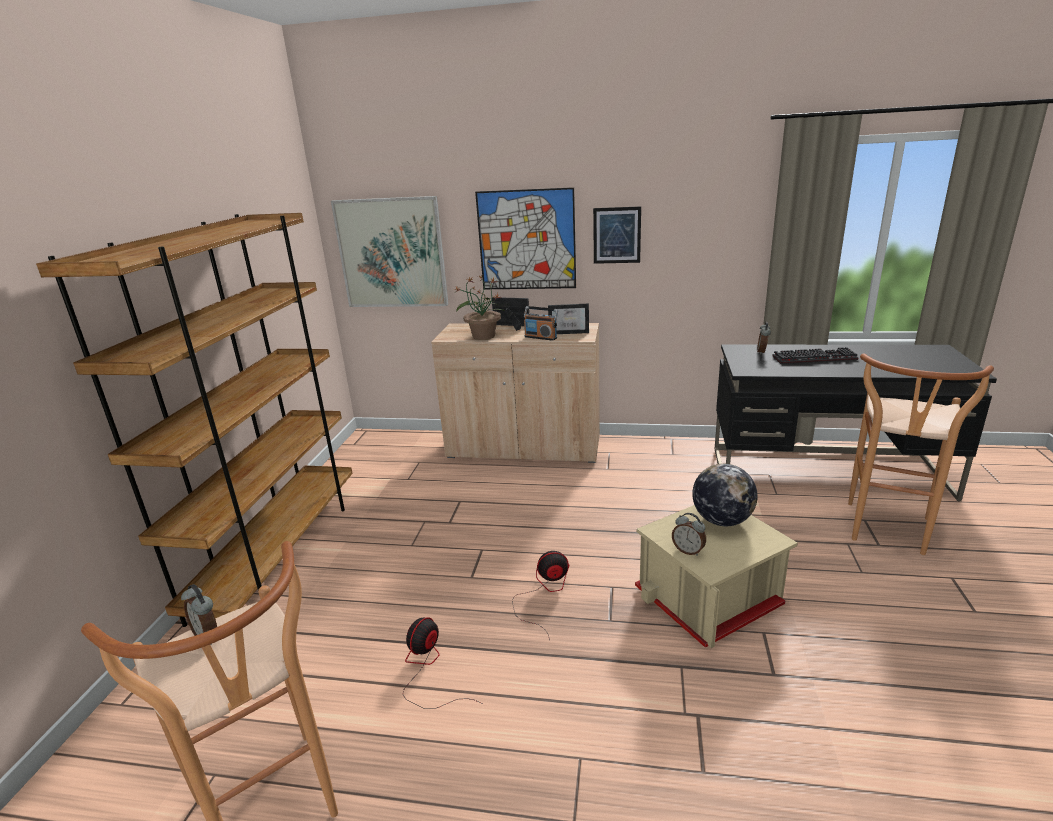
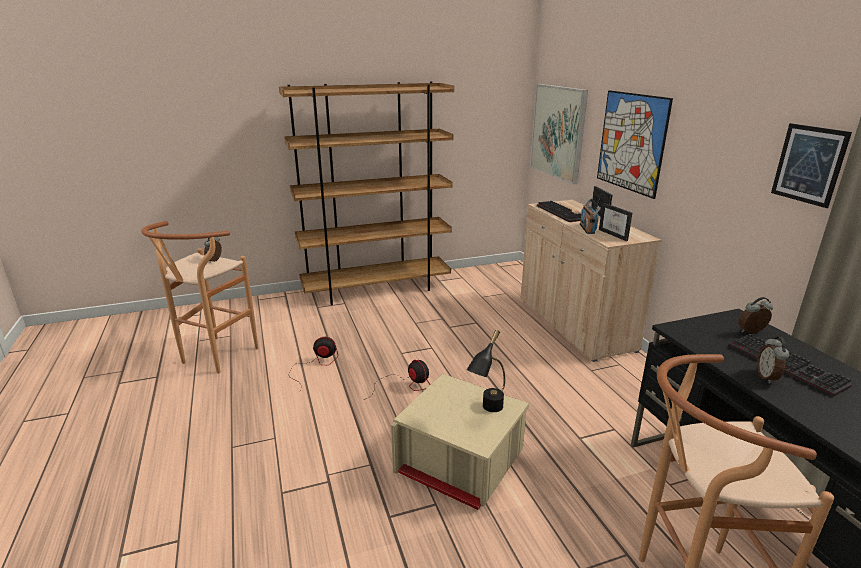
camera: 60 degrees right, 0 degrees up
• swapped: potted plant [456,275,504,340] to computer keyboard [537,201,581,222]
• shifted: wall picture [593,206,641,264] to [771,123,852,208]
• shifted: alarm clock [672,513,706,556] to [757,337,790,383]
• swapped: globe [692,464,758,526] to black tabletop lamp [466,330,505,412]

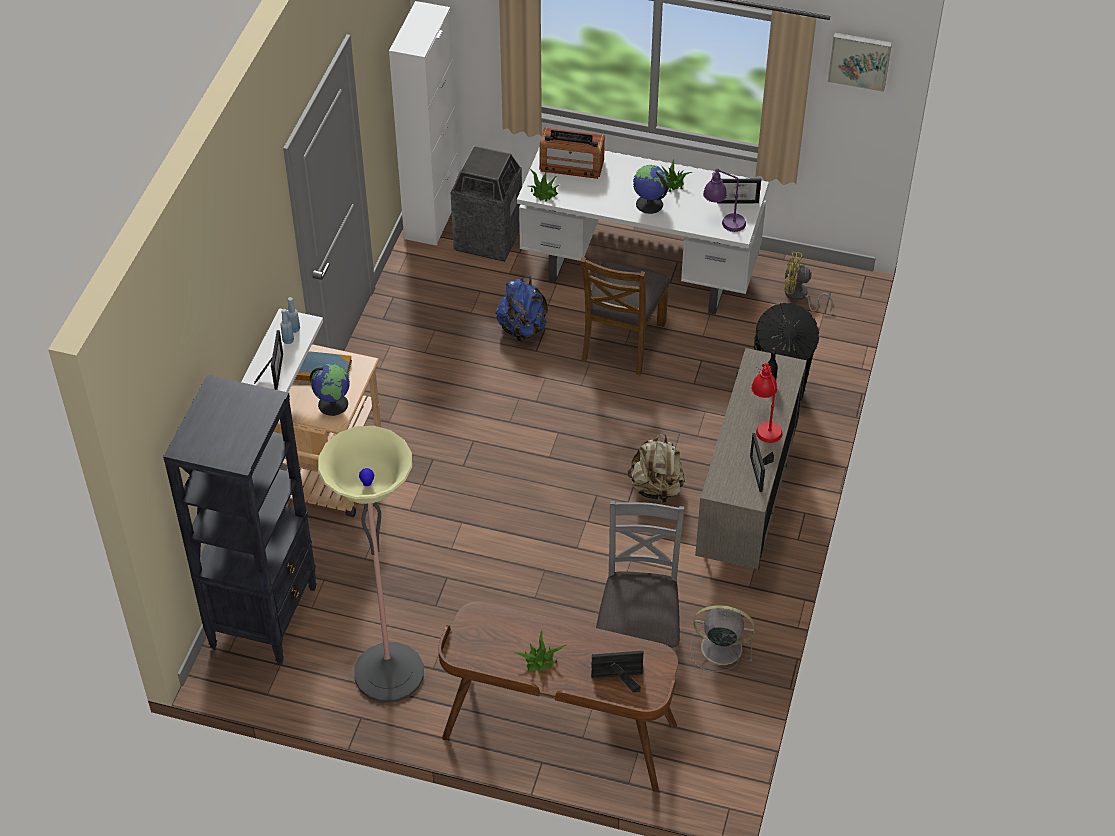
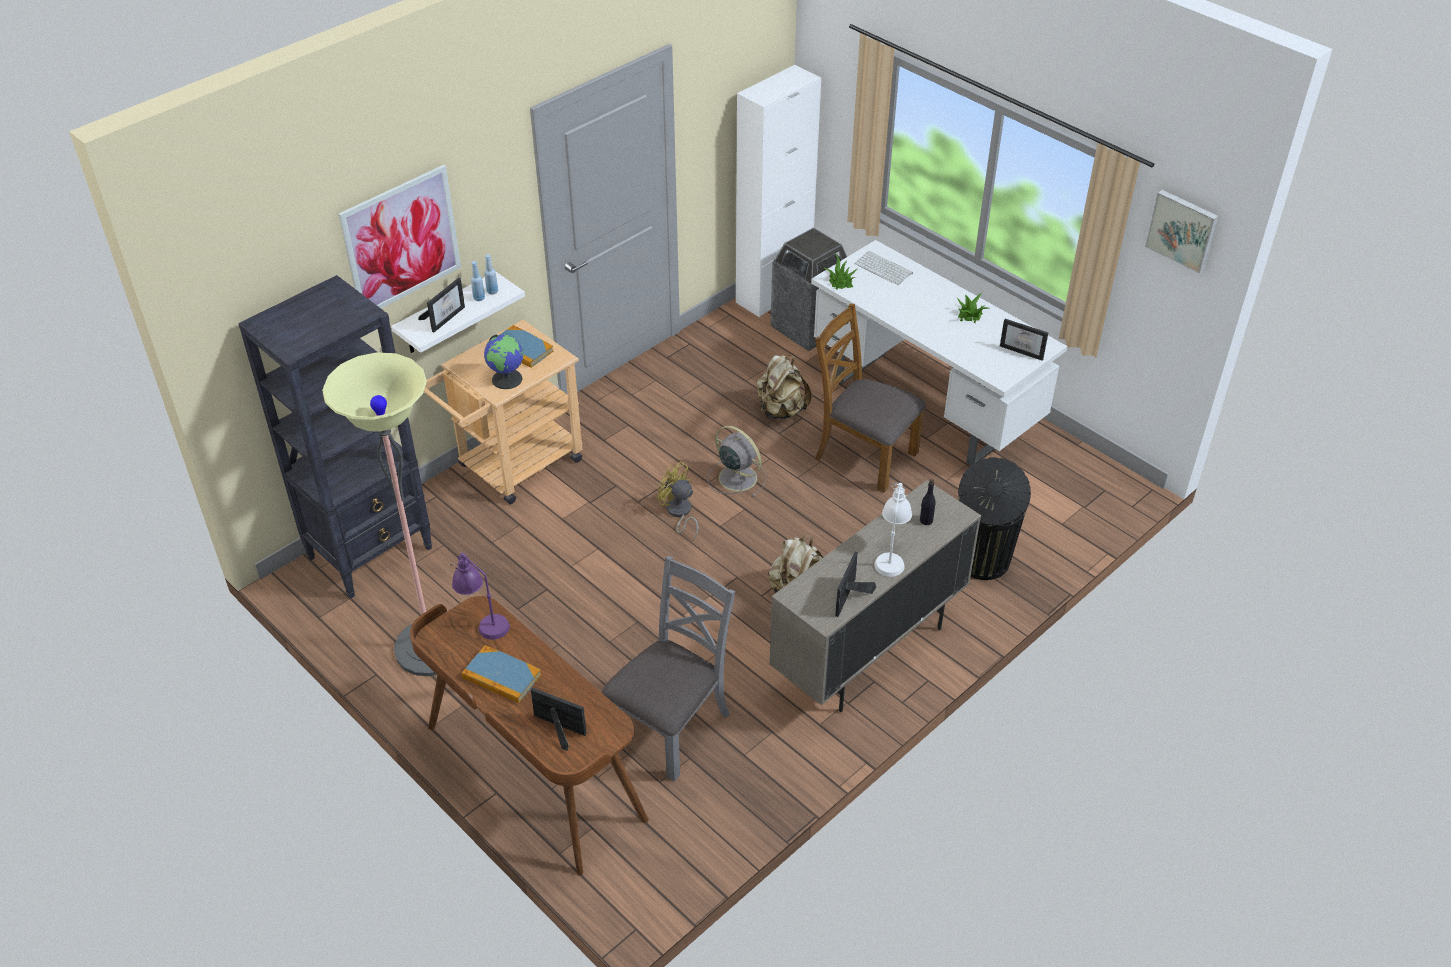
camera: 30 degrees right, 5 degrees down
• repainted: blue-coloured backpack [496,276,548,342] to beige-coloured backpack [757,355,811,419]
• swapped: potted plant [514,630,566,672] to volume [462,645,542,703]
• swapped: radio receiver [539,128,605,179] to computer keyboard [854,251,913,285]
• rotated: brownish chair [580,257,670,375] = [814,304,926,493] 75 degrees clockwise
• gone: globe [633,165,668,214]
• shifted: gray cooling fan [690,605,755,672] to [707,426,767,497]
• shifted: purplish tabletop lamp [703,168,746,232] to [450,553,510,640]
• repainted: red-coloured tabletop lamp [751,362,783,443] to white tabletop lamp [874,483,912,577]
• shifted: yellow-coloured cooling fan [784,252,833,312] to [657,462,698,540]
• new: wall picture [339,165,461,308]

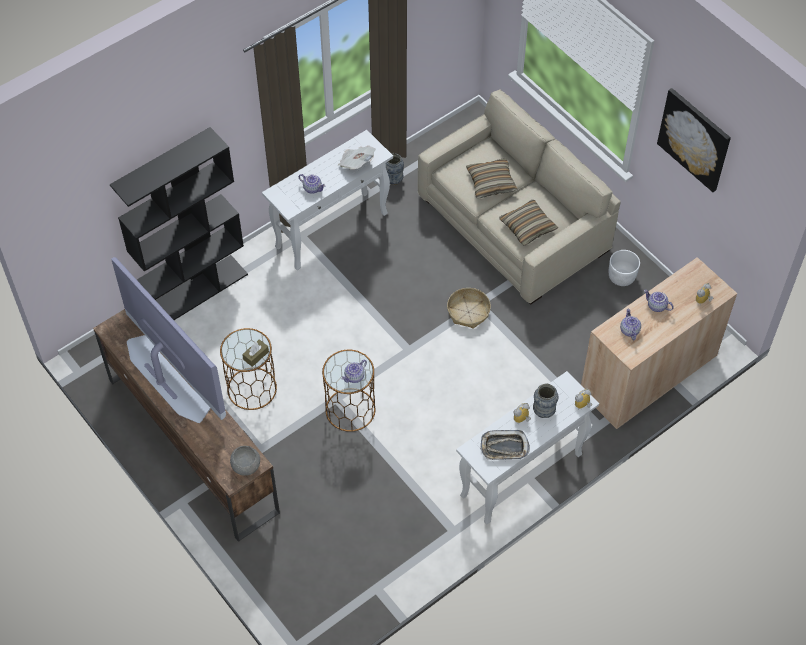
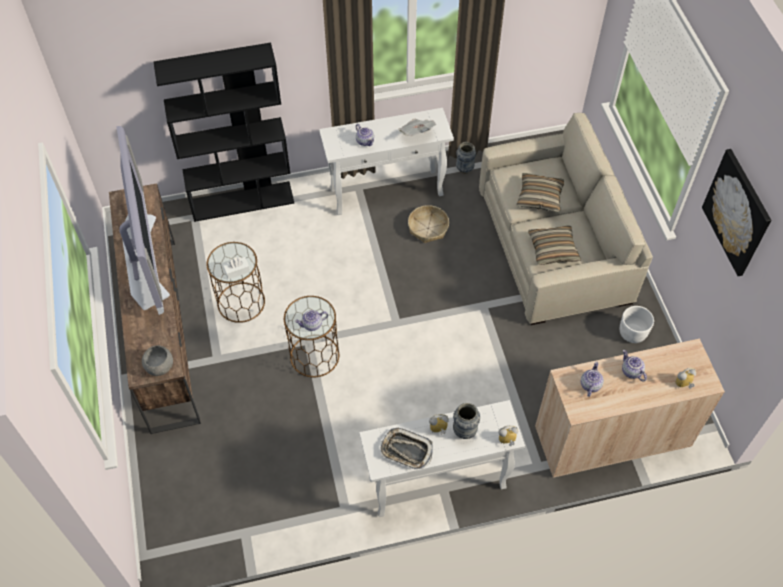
camera: 25 degrees right, 0 degrees up
• repainted: brownish box of tissues [242,339,269,367] to white box of tissues [223,257,250,279]
• shifted: storage basket [447,288,491,329] to [408,205,449,243]

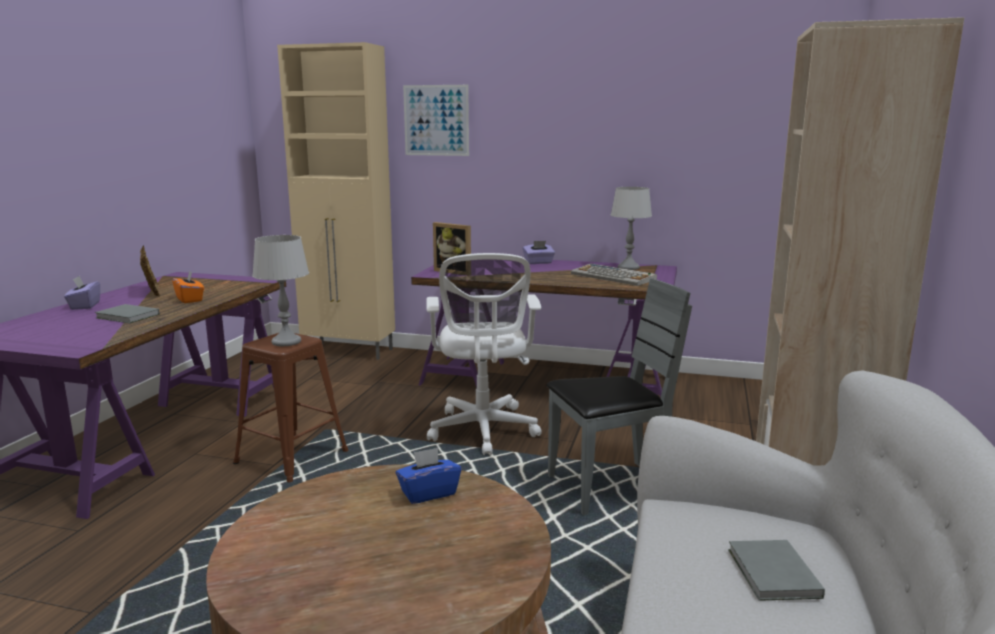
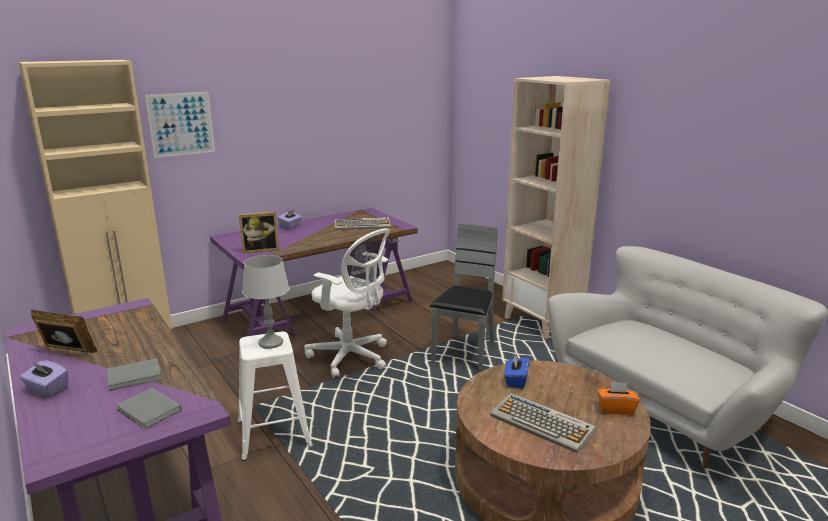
camera: 50 degrees left, 5 degrees up
• shifted: orangey box of tissues [172,271,204,303] to [597,381,640,415]
• repainted: brownish sitting stool [233,333,349,482] to white sitting stool [238,332,313,461]
• gone: gray tabletop lamp [611,187,652,270]
• shifted: gray volume [728,540,825,601] to [116,388,181,429]
• new: computer keyboard [490,393,596,453]

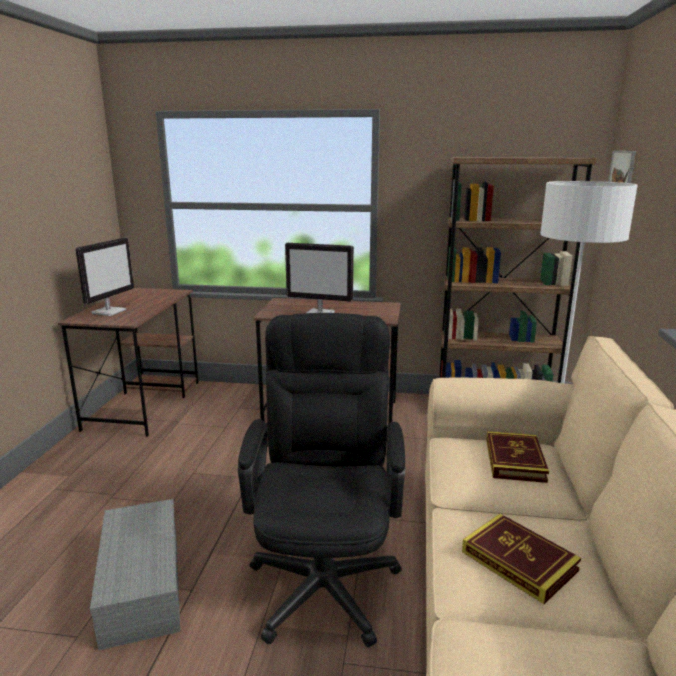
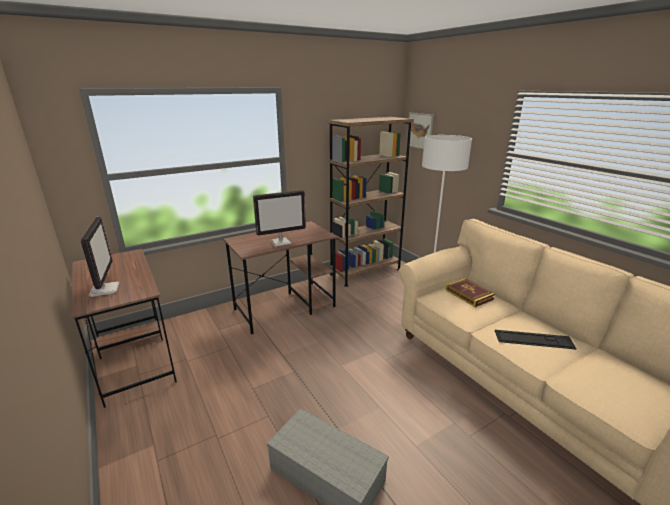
camera: 40 degrees left, 5 degrees up
• gone: black computer chair [238,313,405,648]
• swapped: volume [462,514,581,604] to computer keyboard [495,330,577,350]

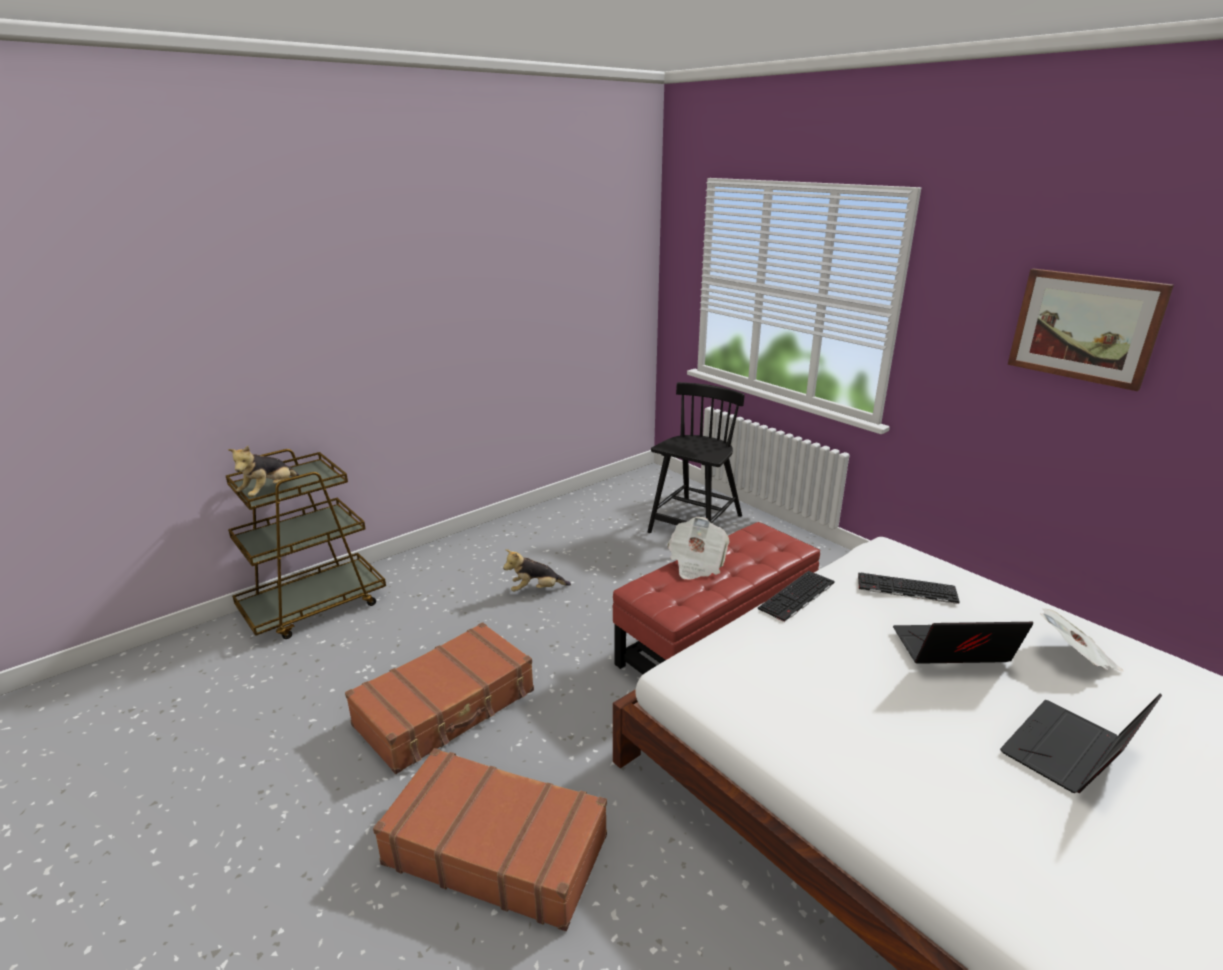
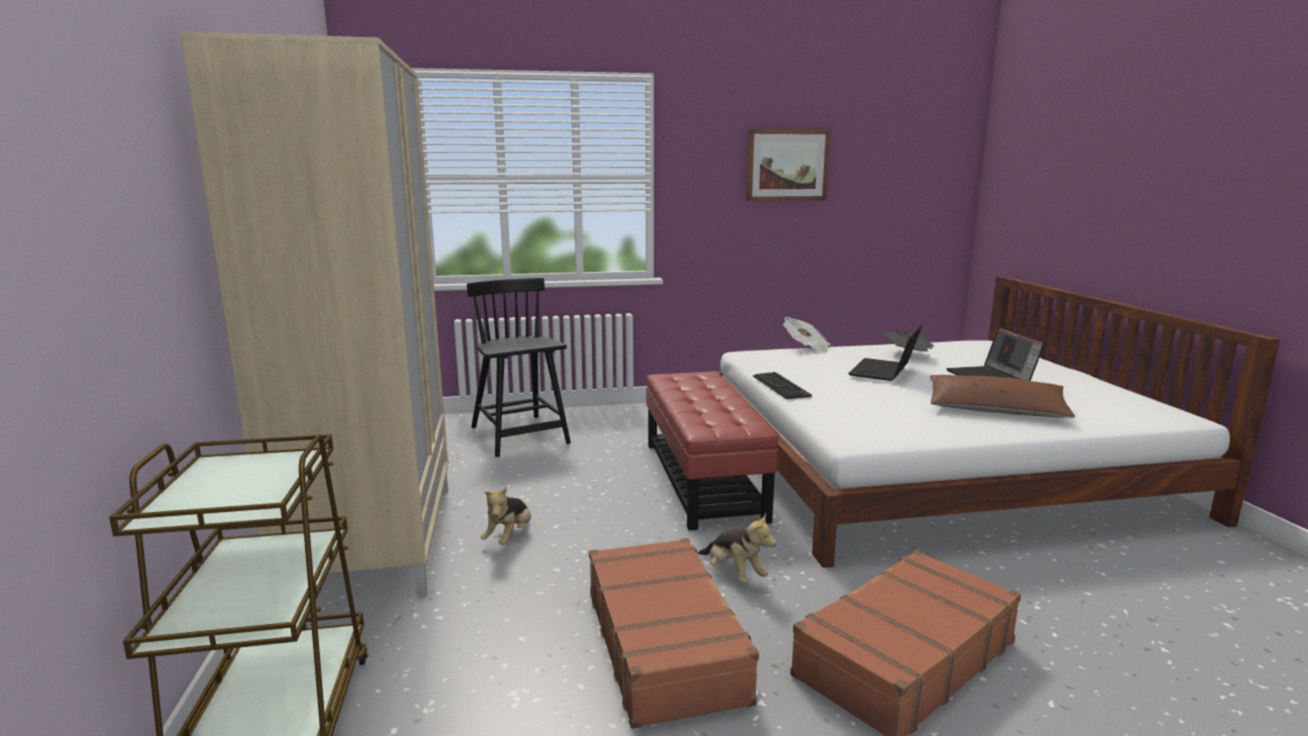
camera: 60 degrees left, 10 degrees down
• shifted: plush toy [228,446,299,497] to [698,513,776,583]
• shifted: newspaper [667,517,730,580] to [783,317,830,353]
• gone: computer keyboard [858,572,960,604]
• new: beige-coloured wardrobe [180,32,449,598]
• new: brownish throw pillow [930,375,1075,418]

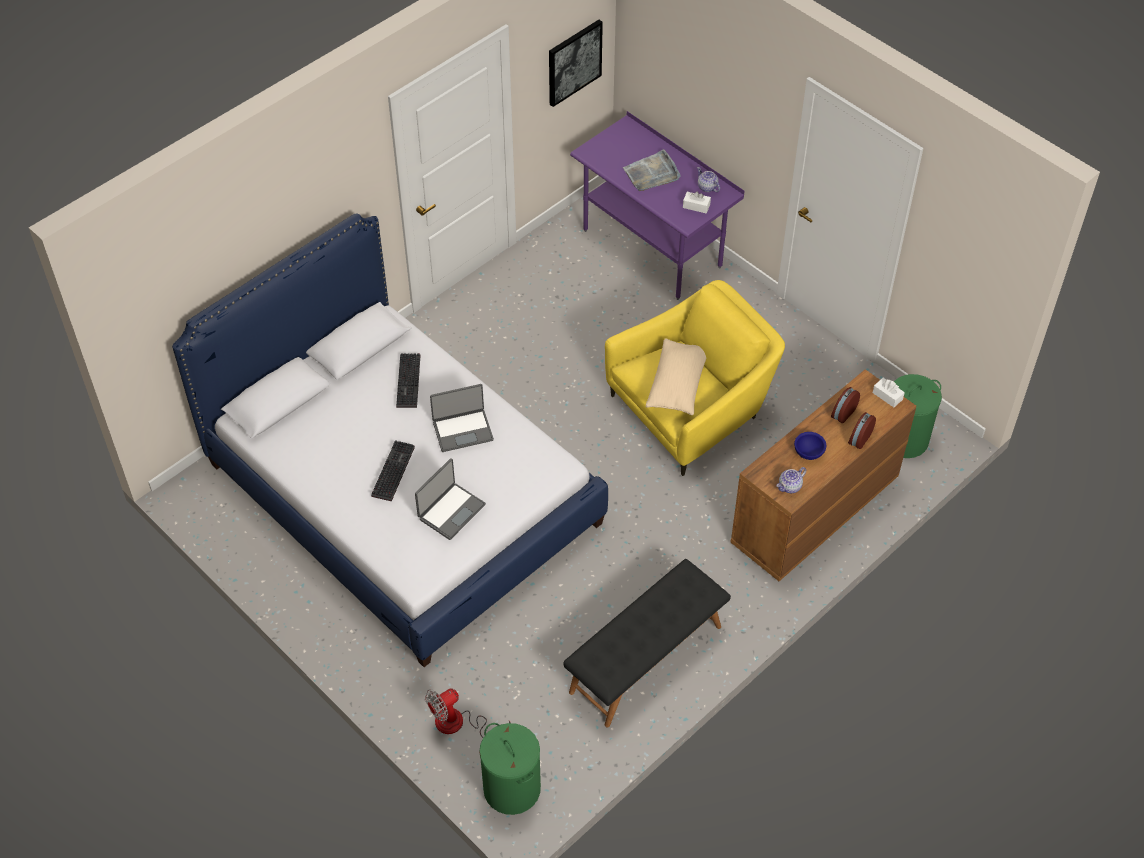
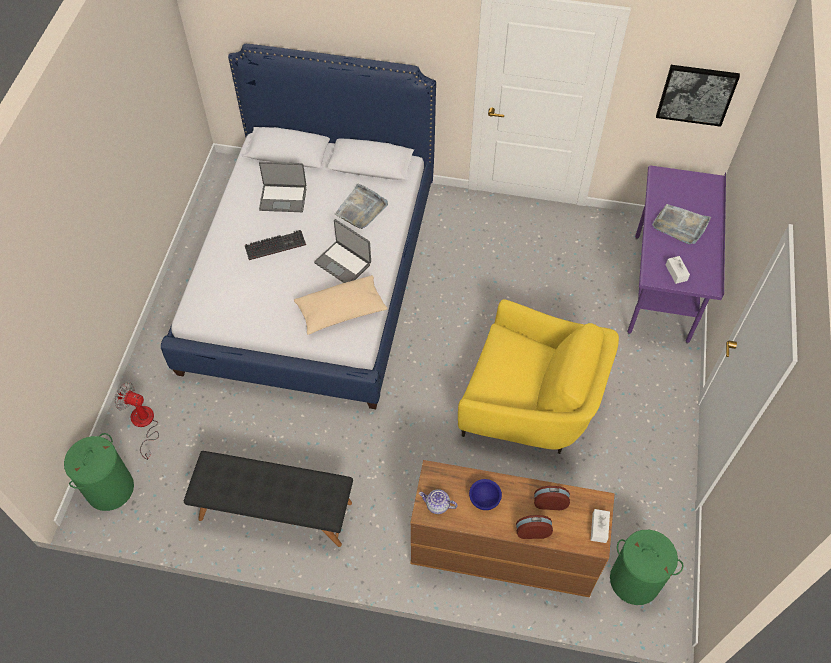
camera: 55 degrees right, 5 degrees up
• swapped: computer keyboard [396,353,420,408] to gray tray [335,184,388,229]
• shifted: laptop [415,458,486,540] to [259,162,306,212]
• shifted: beige-coloured throw pillow [646,339,706,415] to [294,275,387,335]
• gone: tea pot [697,167,720,192]

